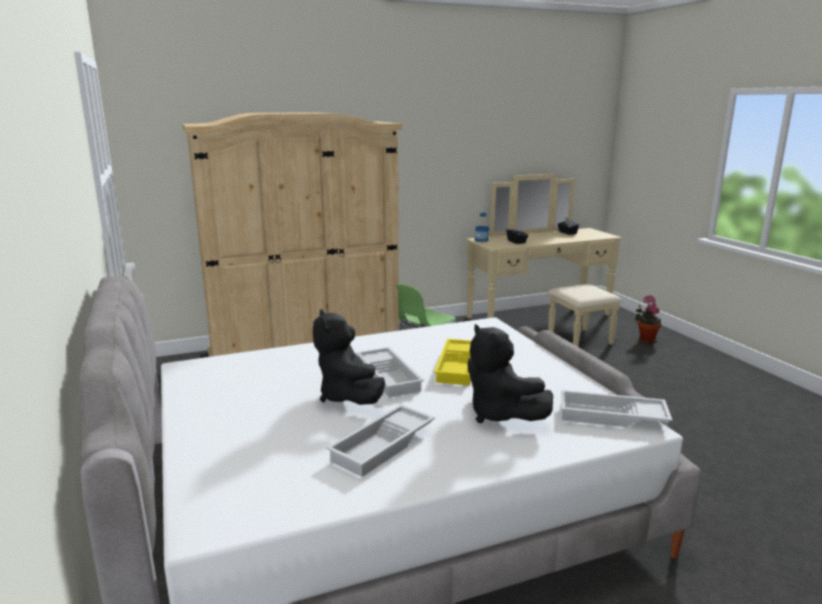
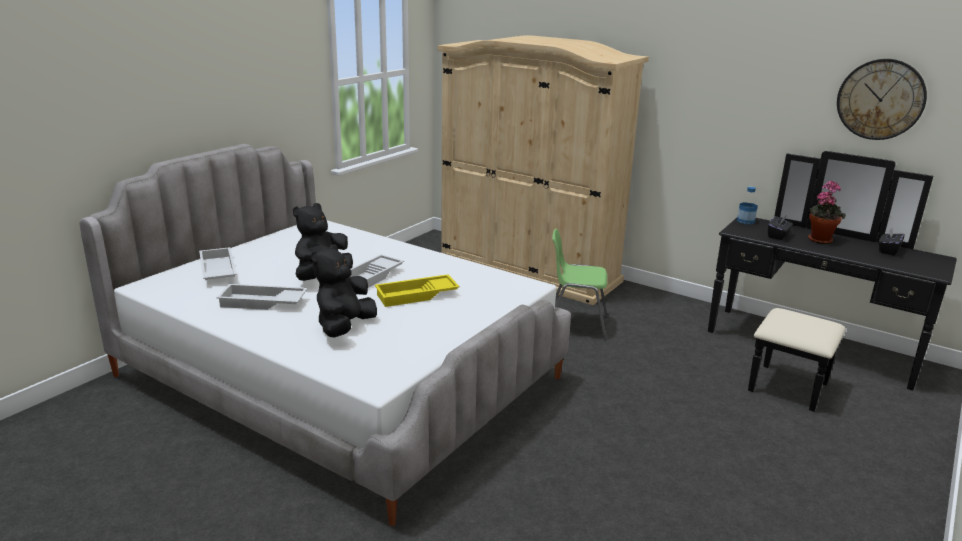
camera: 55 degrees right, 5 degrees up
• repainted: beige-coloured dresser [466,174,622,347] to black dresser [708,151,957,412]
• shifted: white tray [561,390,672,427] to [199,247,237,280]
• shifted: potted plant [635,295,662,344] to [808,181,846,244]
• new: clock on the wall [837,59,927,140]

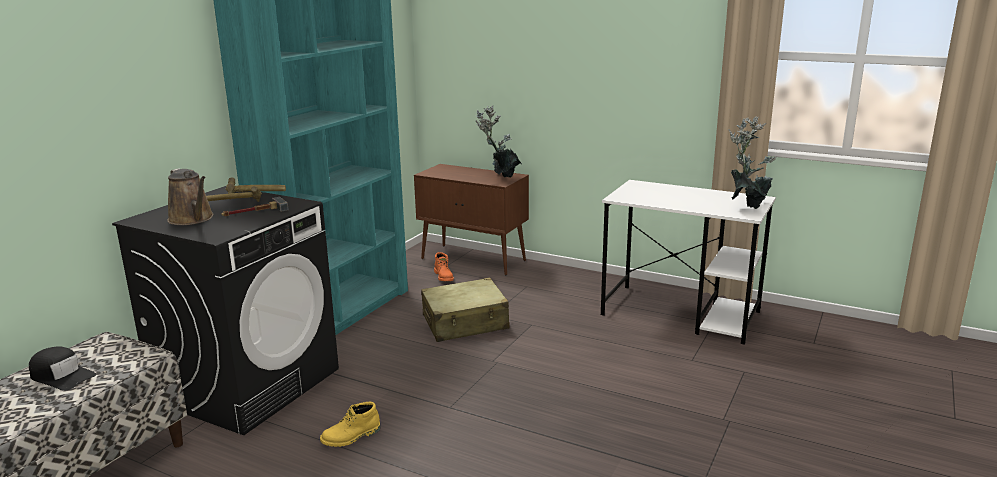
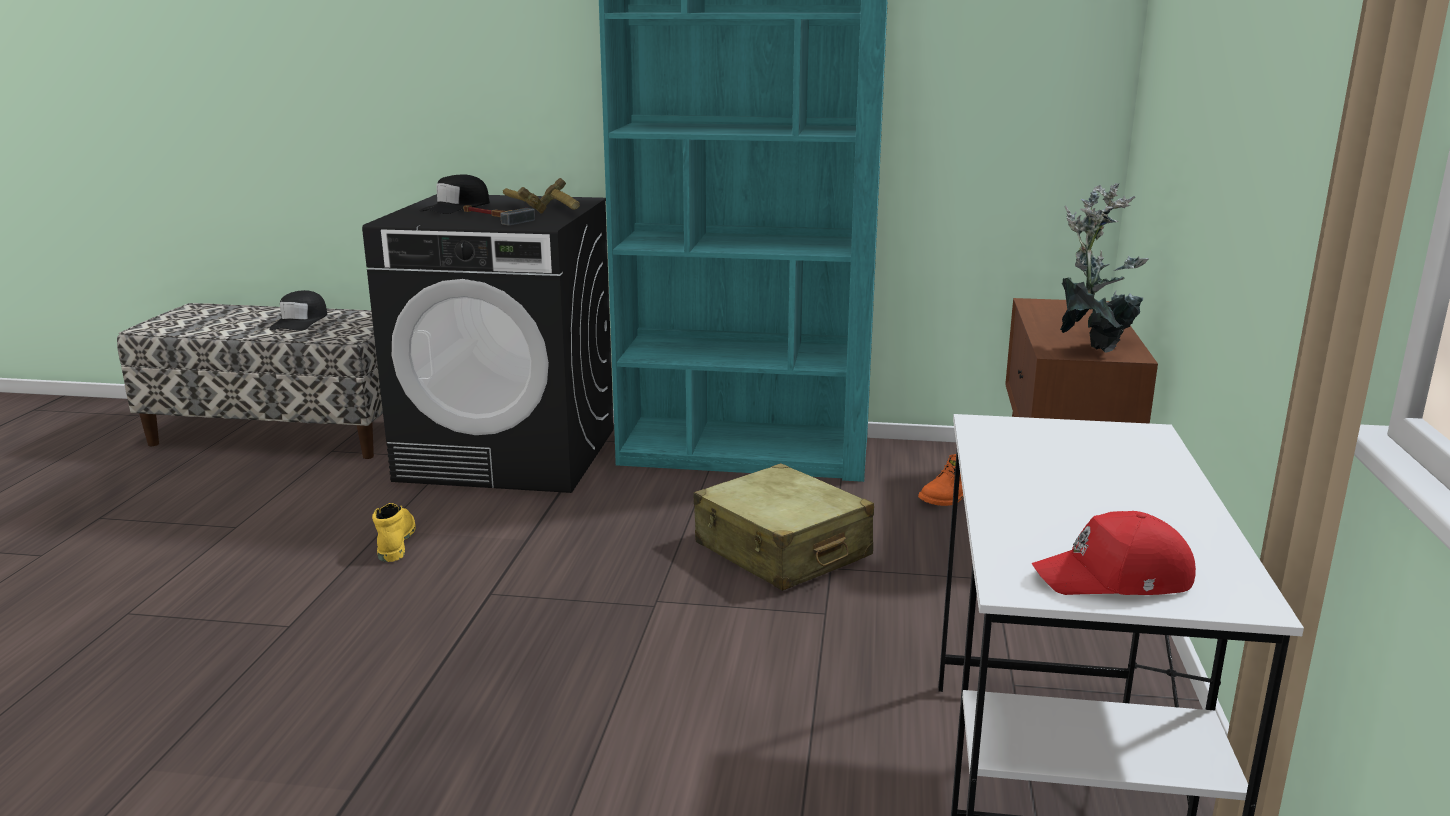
camera: 70 degrees right, 0 degrees up
• swapped: brownish watering pot [168,168,214,225] to black baseball cap [420,175,490,214]
• rotated: yellow-coloured tall boot [320,402,380,447] = [372,503,416,562] 45 degrees clockwise
• swapped: potted plant [729,116,777,209] to red-coloured baseball cap [1032,511,1196,595]

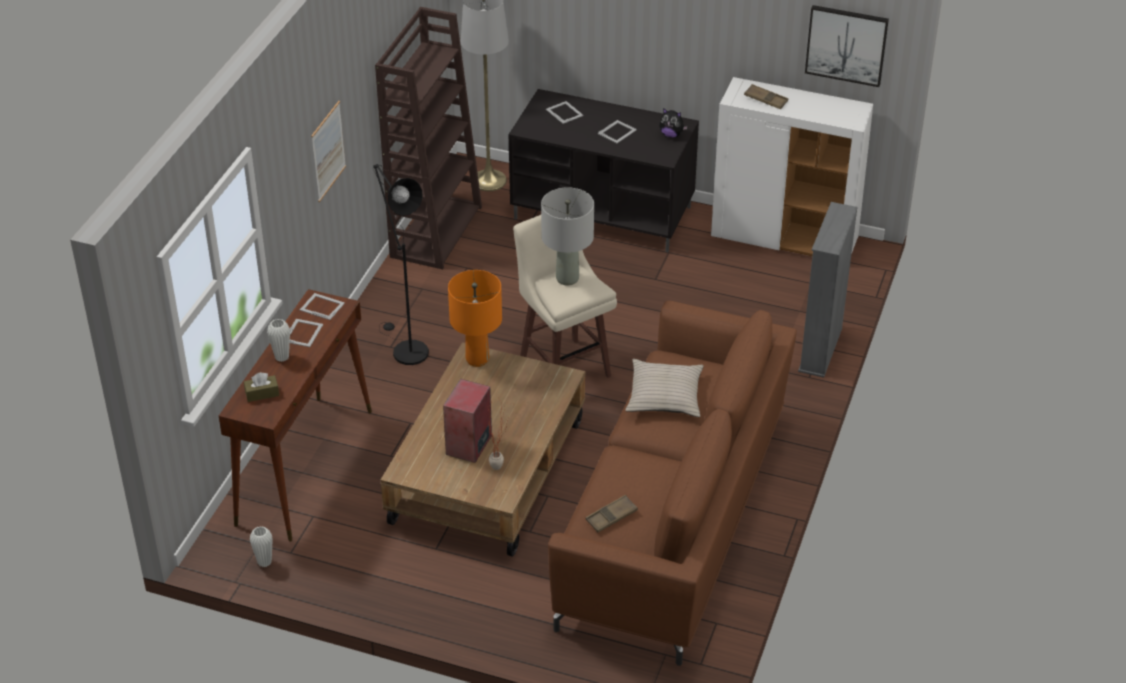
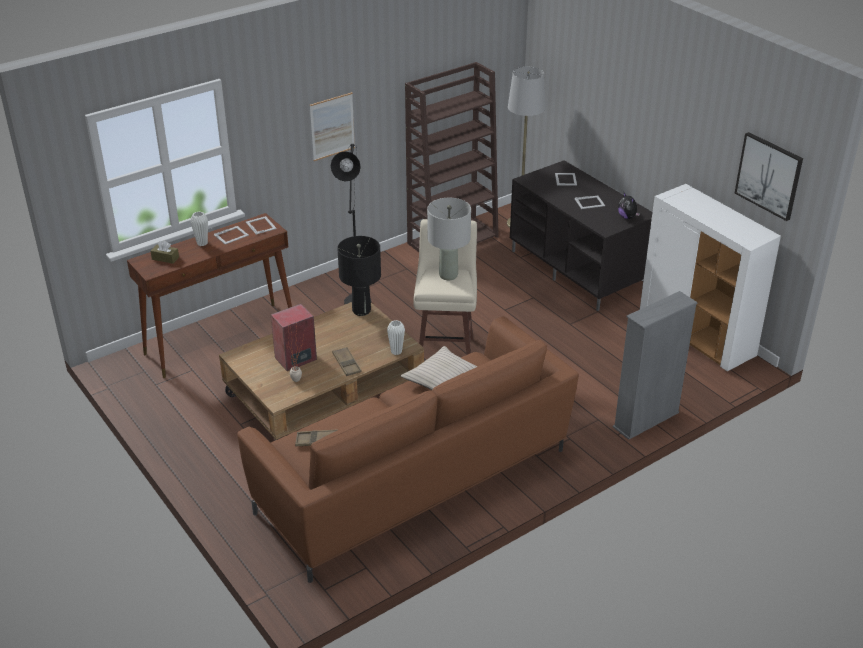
camera: 35 degrees right, 5 degrees down
• shifted: white flower vase [250,526,273,567] to [387,320,405,355]
• repainted: orangey tabletop lamp [448,270,502,367] to black tabletop lamp [337,236,381,316]
• shifted: brownish tray [744,84,788,109] to [332,347,361,376]

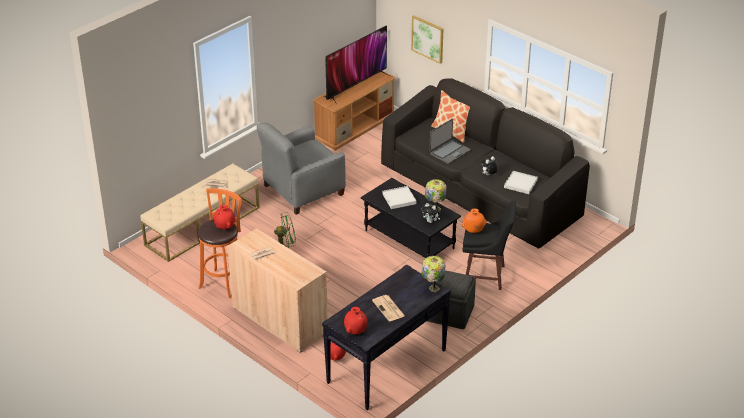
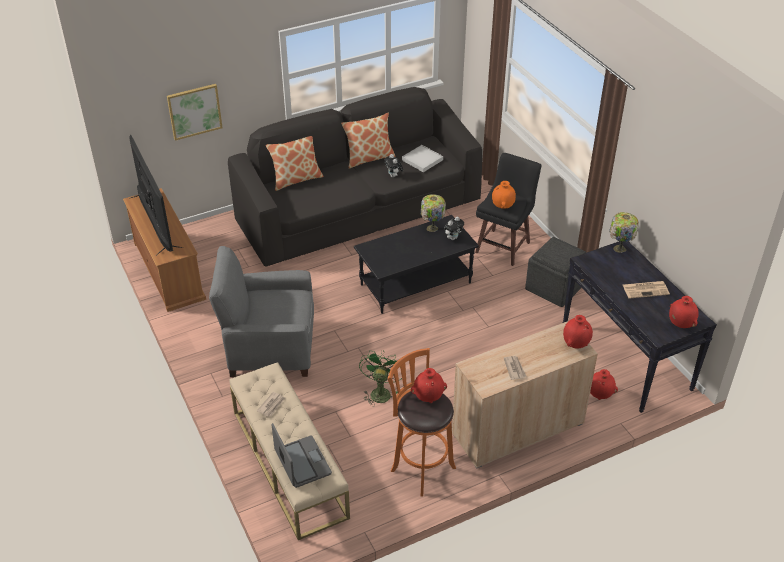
camera: 70 degrees left, 5 degrees up
• rotated: gray armchair [257,123,346,215] = [209,246,314,377] 105 degrees clockwise
• gone: white tray [382,186,416,209]
• shifted: laptop [429,119,471,164] to [272,423,332,488]
• new: throw pillow [341,113,396,168]
• new: red-coloured flower vase [563,315,593,348]

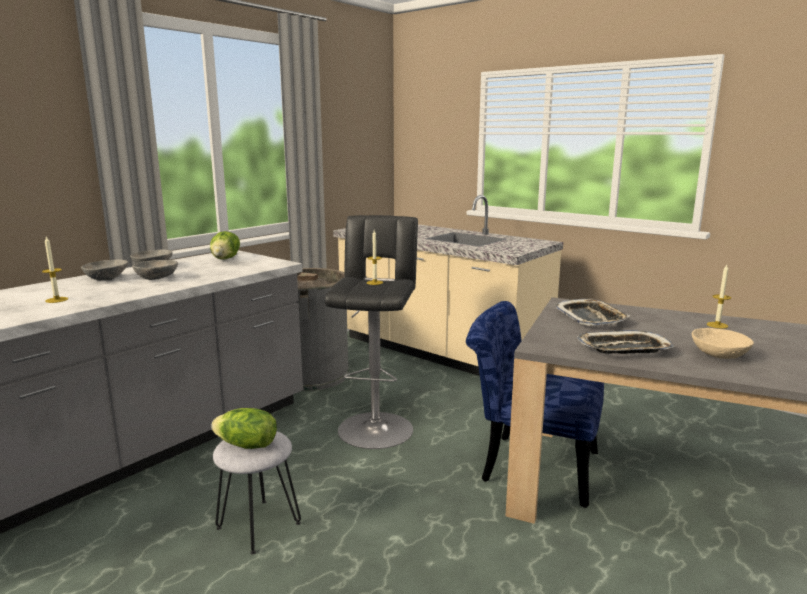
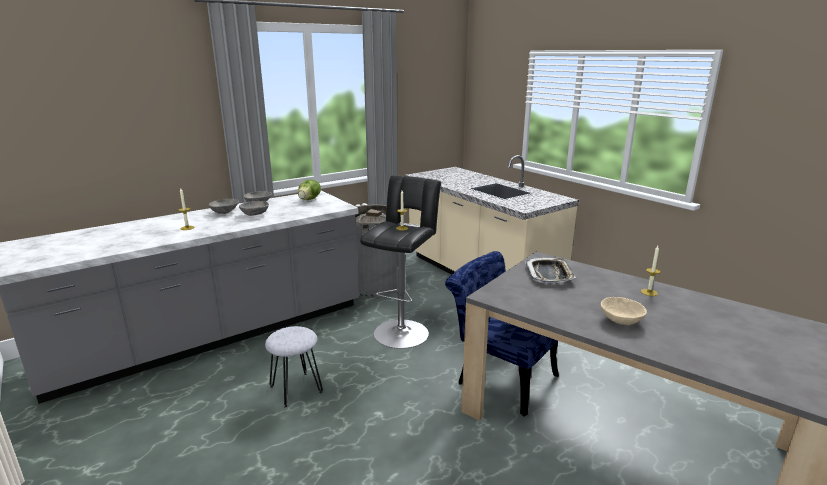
camera: 15 degrees right, 5 degrees up
• gone: head of lettuce [211,408,277,449]
• gone: tray [577,330,674,354]

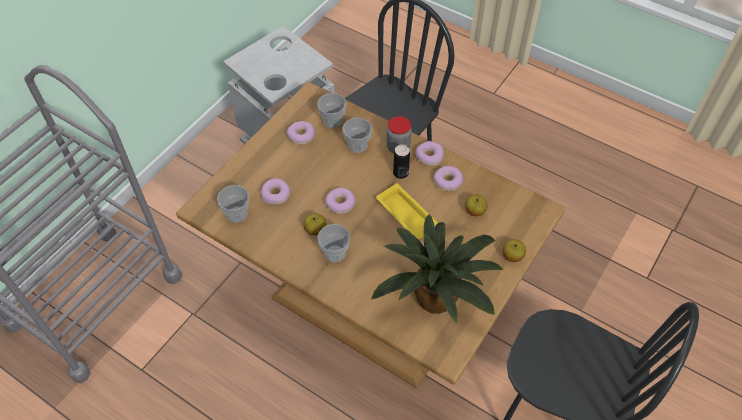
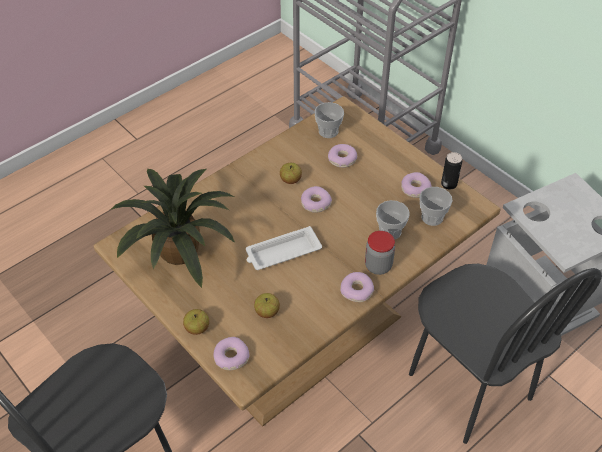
camera: 105 degrees right, 5 degrees down
• gone: drinking cup [317,224,350,262]
• repainted: yellow-coloured tray [376,183,437,240] to white tray [246,226,322,270]
• shifted: metal can [393,144,410,179] to [441,152,462,189]
• shifted: doughnut [434,166,463,191] to [214,337,250,370]

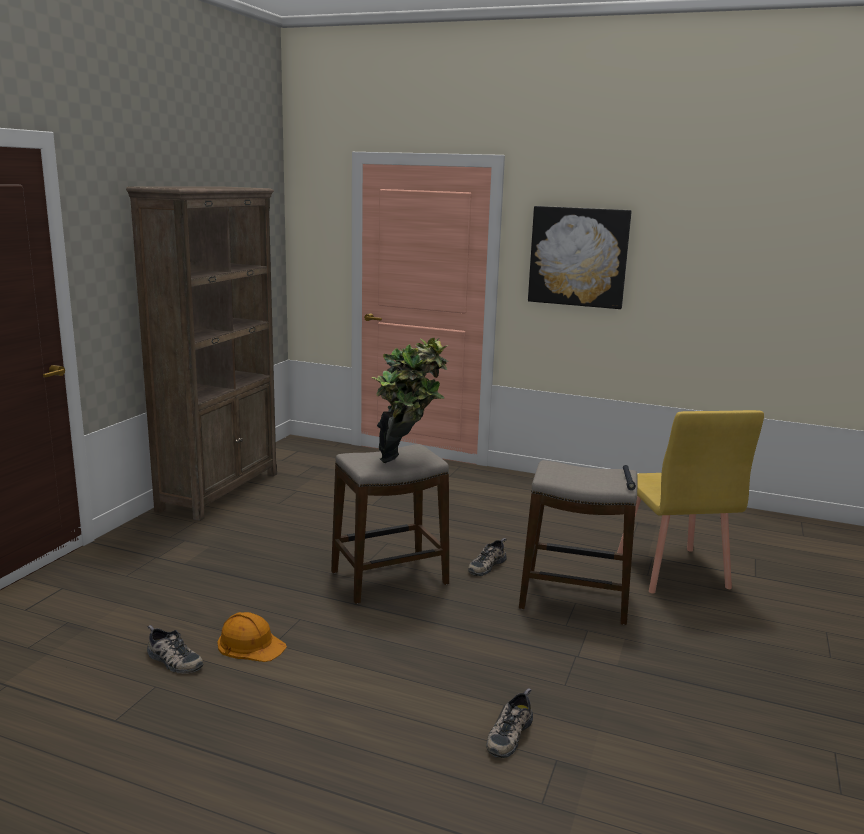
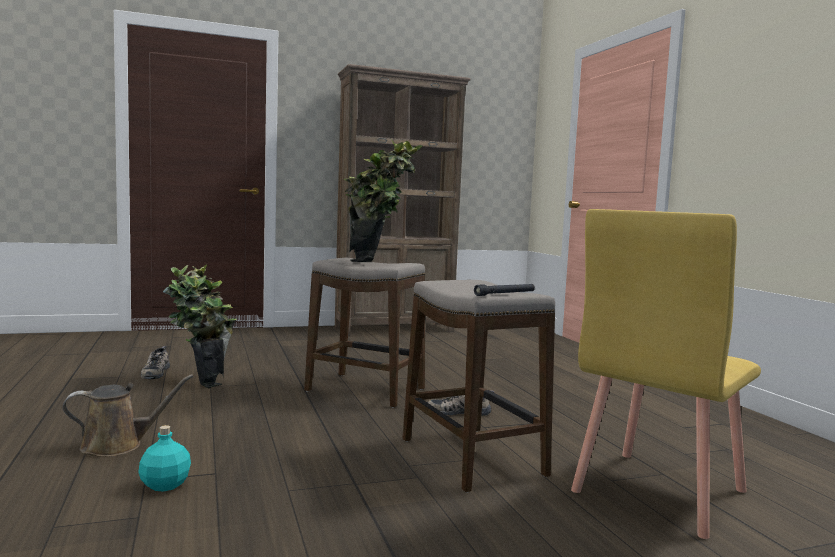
camera: 50 degrees right, 10 degrees down
• swapped: orangey work helmet [217,612,287,662] to potted plant [163,264,237,389]
• swapped: item of footwear [486,688,533,758] to blue-green beverage bottle [138,425,191,492]
• gone: wall picture [528,206,632,309]
• new: brownish watering pot [62,374,194,457]

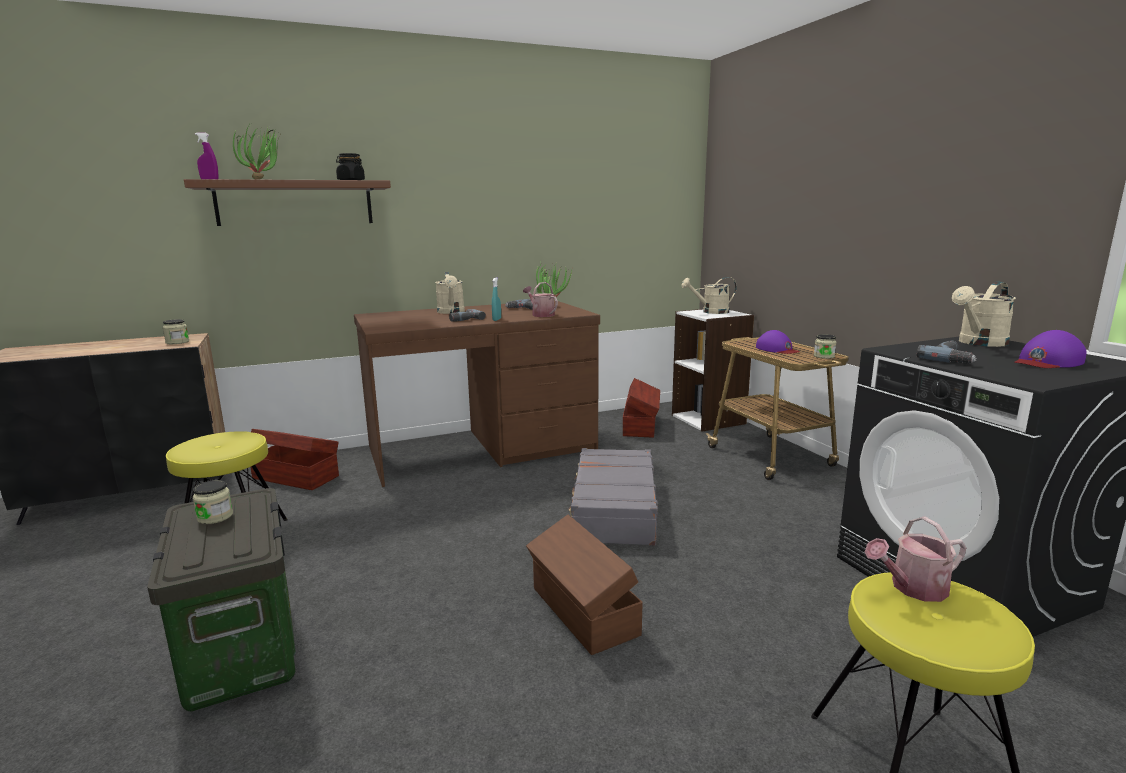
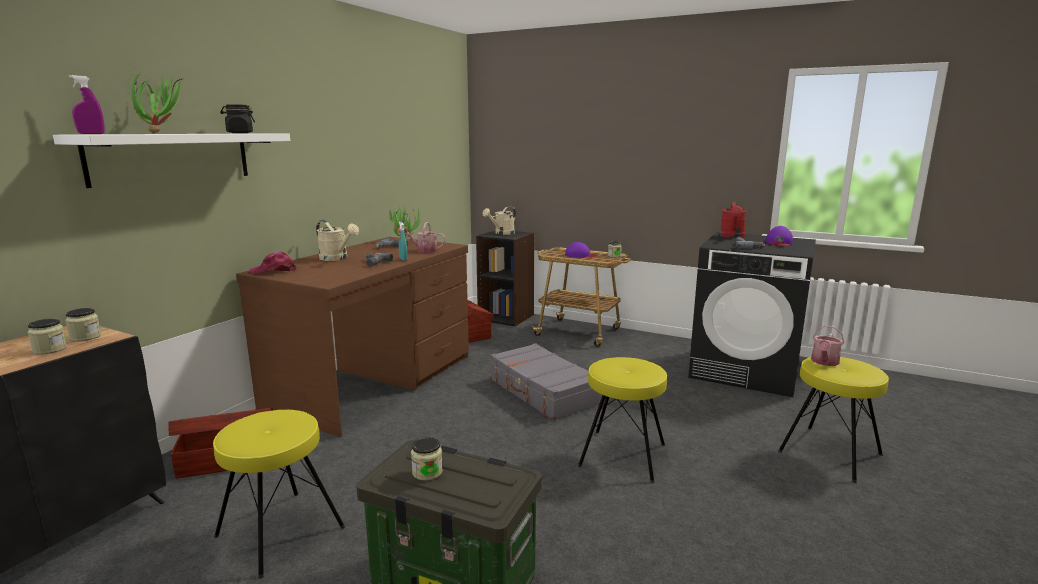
camera: 40 degrees left, 0 degrees up
• repainted: brownish wall shelf [184,179,391,226] to white wall shelf [53,133,290,188]
• swapped: brownish storage container [526,515,643,655] to yellow-coloured sitting stool [578,357,667,483]
• repainted: white bookcase [672,309,754,432] to black bookcase [476,230,534,326]
• repainted: beige-coloured watering pot [952,282,1016,347] to red-coloured watering pot [720,201,747,238]
• new: preserve jar [28,319,67,355]
• new: pinkish baseball cap [250,251,296,274]

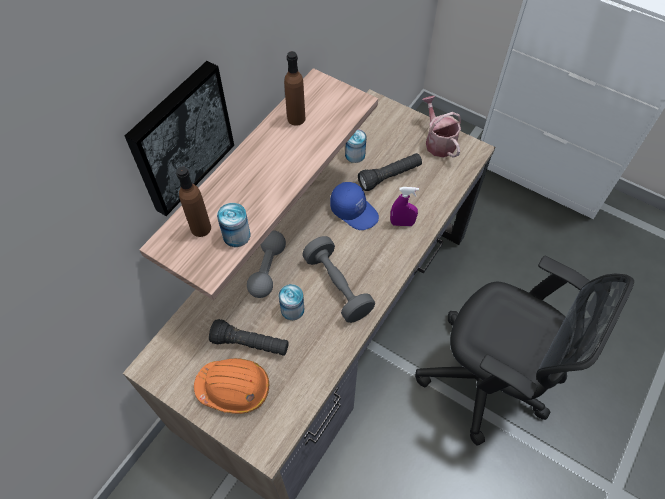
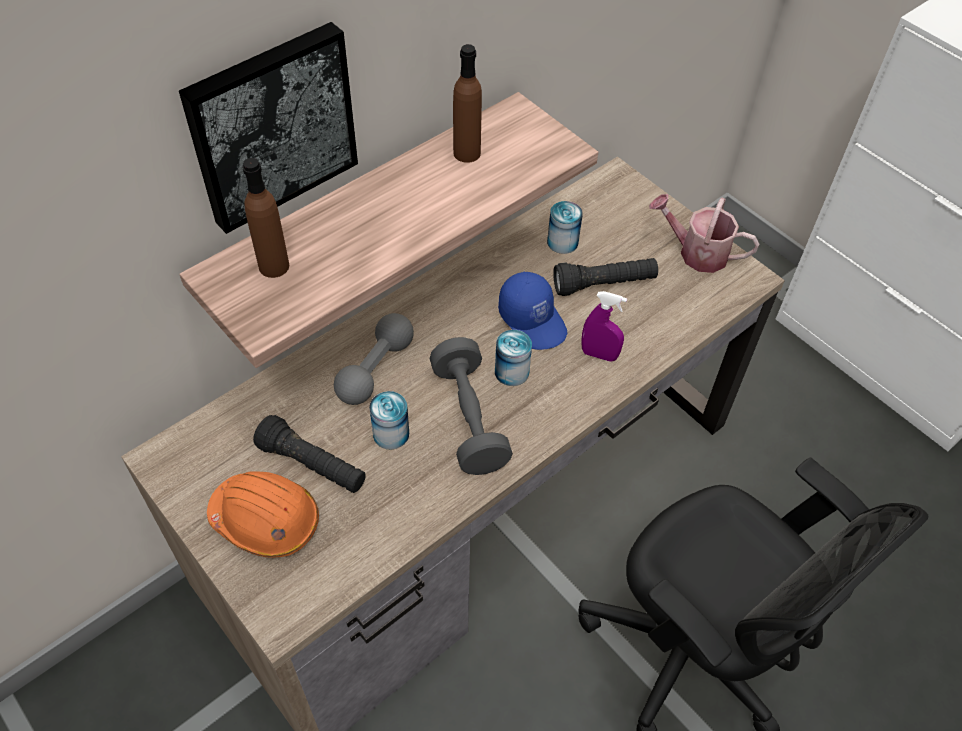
camera: 15 degrees right, 5 degrees down
• shifted: metal can [217,203,251,247] to [495,330,532,386]
• rotated: watering pot [422,96,461,158] = [649,194,759,273] 60 degrees counterclockwise

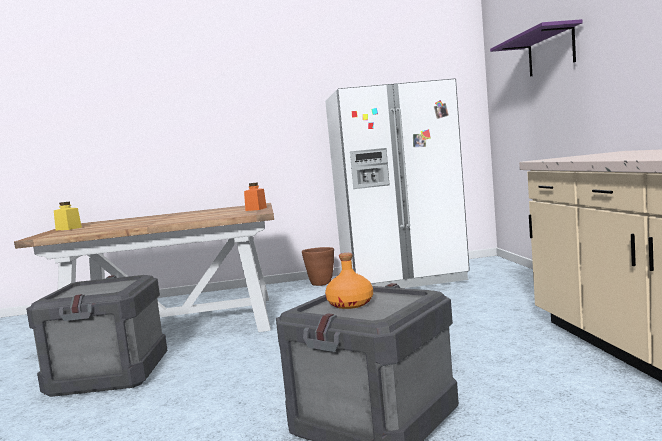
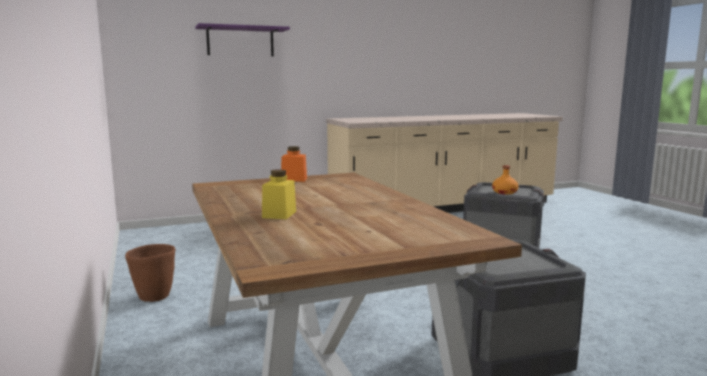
camera: 105 degrees left, 5 degrees up
• shifted: yellow-coloured preserve jar [54,202,82,230] to [262,169,296,219]
• gone: white refrigerator [325,78,470,288]

